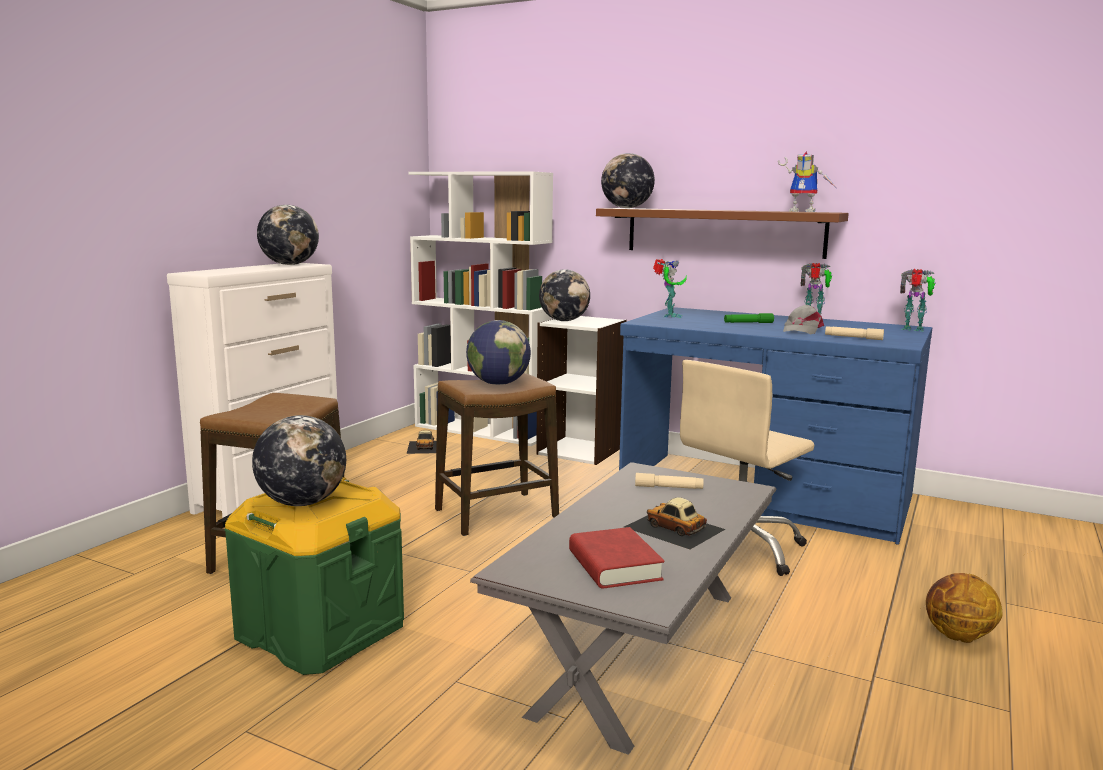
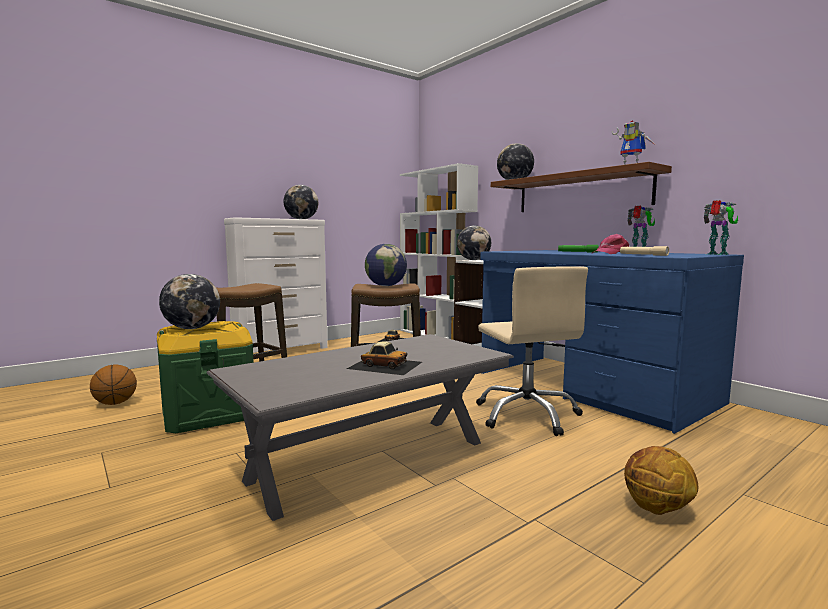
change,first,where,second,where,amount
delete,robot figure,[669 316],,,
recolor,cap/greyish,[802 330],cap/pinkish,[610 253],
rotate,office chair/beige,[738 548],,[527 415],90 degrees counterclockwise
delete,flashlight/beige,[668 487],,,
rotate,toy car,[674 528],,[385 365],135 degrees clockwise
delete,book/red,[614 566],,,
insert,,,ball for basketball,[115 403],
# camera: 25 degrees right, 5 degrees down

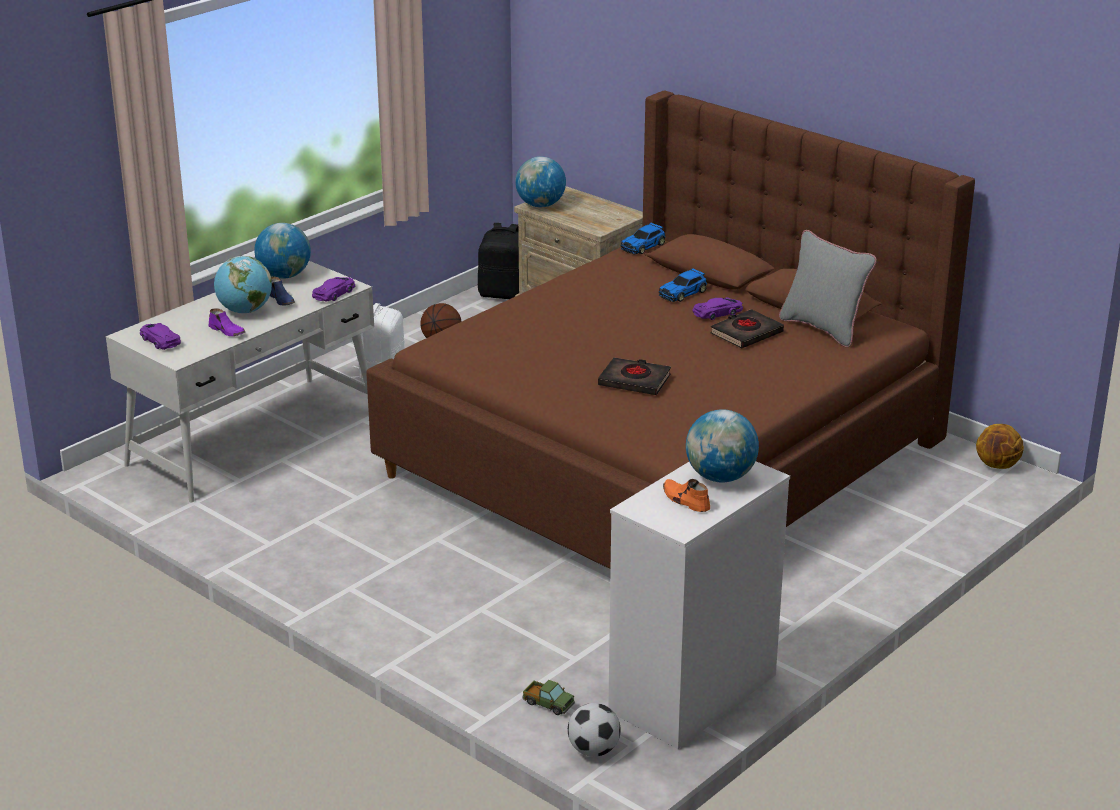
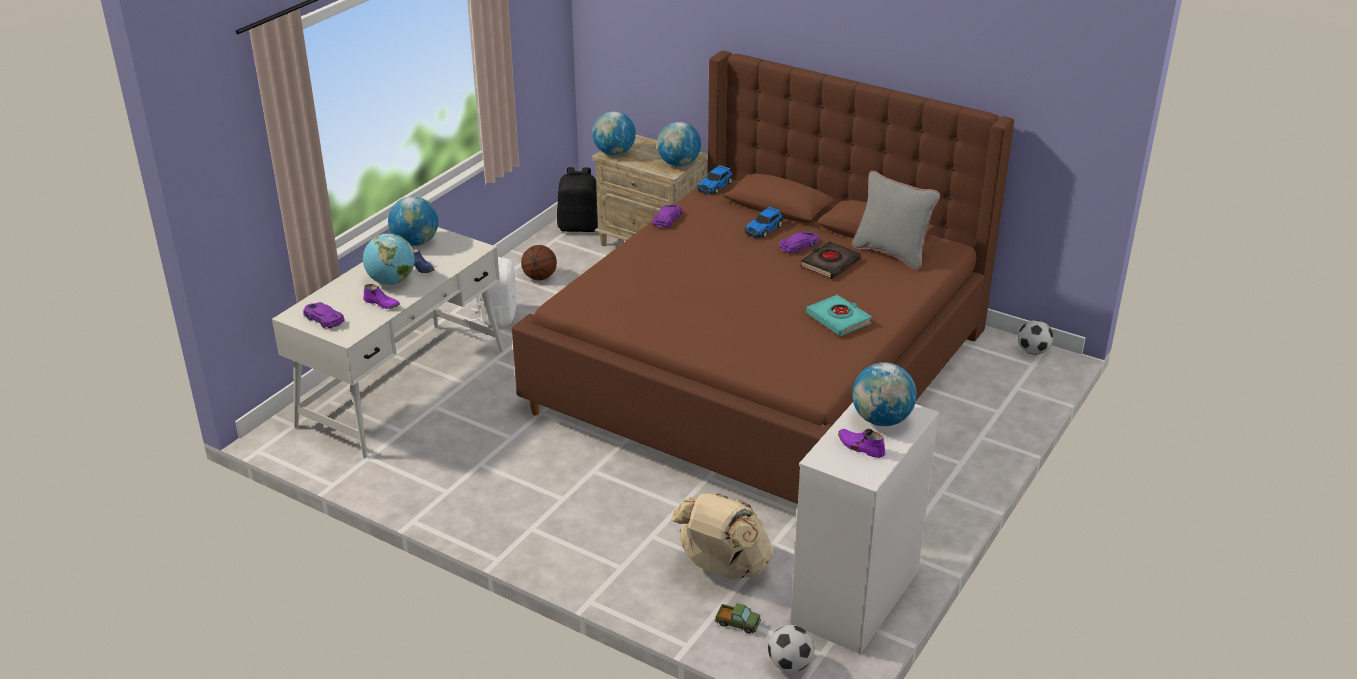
change,first,where,second,where,amount
move,toy car/purple-coloured,[334 293],,[667 219],
delete,book/black,[634 381],,,
replace,ball for basketball,[997 466],ball for football,[1033 351],
recolor,item of footwear/orange,[685 500],item of footwear/purple-coloured,[860 447],
insert,,,world globe,[678 164],
insert,,,book/turquoise,[838 319],
insert,,,knapsack/beige,[723 568],
# camera: 10 degrees left, 5 degrees up

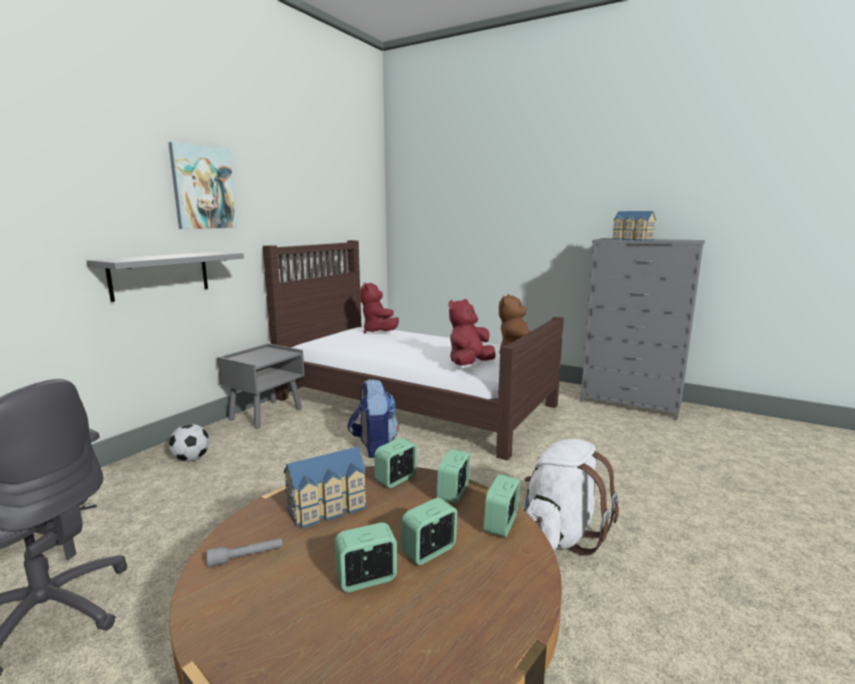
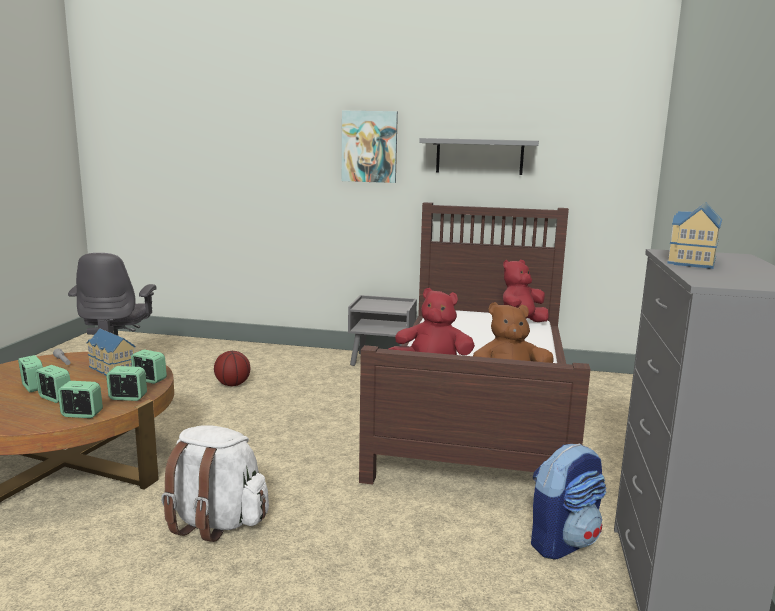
change,first,where,second,where,amount
move,bracket shelf/greyish,[160 275],,[479 156],
move,knapsack,[374 447],,[563 541],
delete,ball for football,[191 459],,,
insert,,,ball for basketball,[233 384],
# camera: 70 degrees right, 0 degrees up

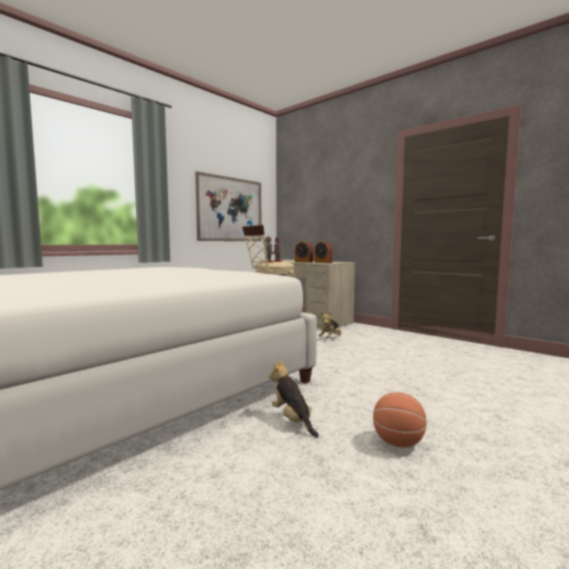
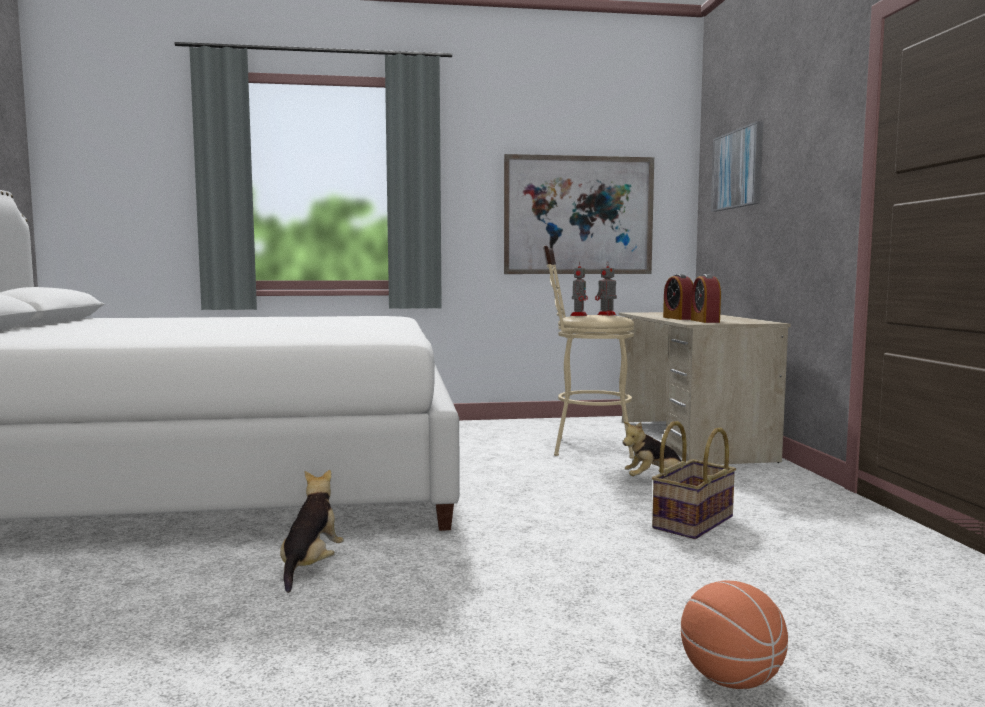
change,first,where,second,where,amount
move,ball for basketball,[398 443],,[731 680],
insert,,,wall picture,[738 169],
insert,,,basket,[692 522],
# camera: 40 degrees right, 0 degrees up

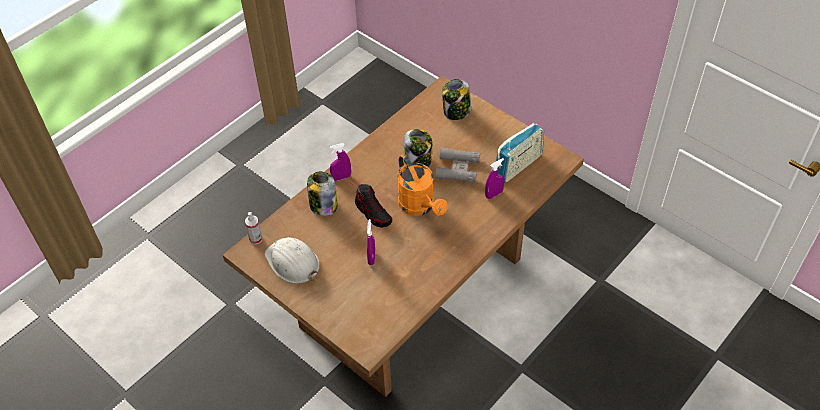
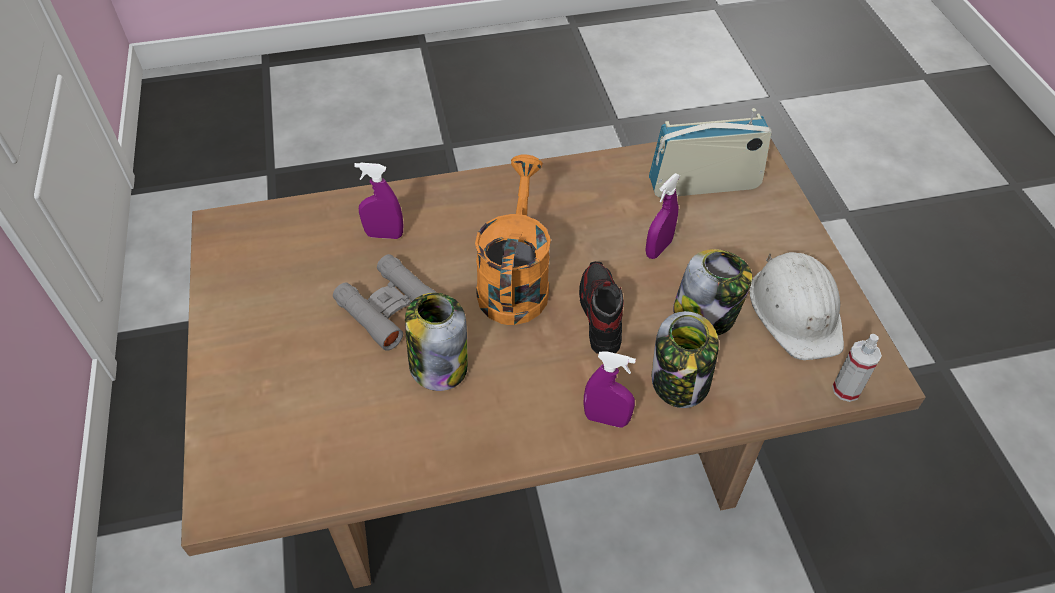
change,first,where,second,where,amount
move,jar,[456 112],,[705 315],
move,radio,[518 166],,[703 184],
# camera: 145 degrees left, 0 degrees up

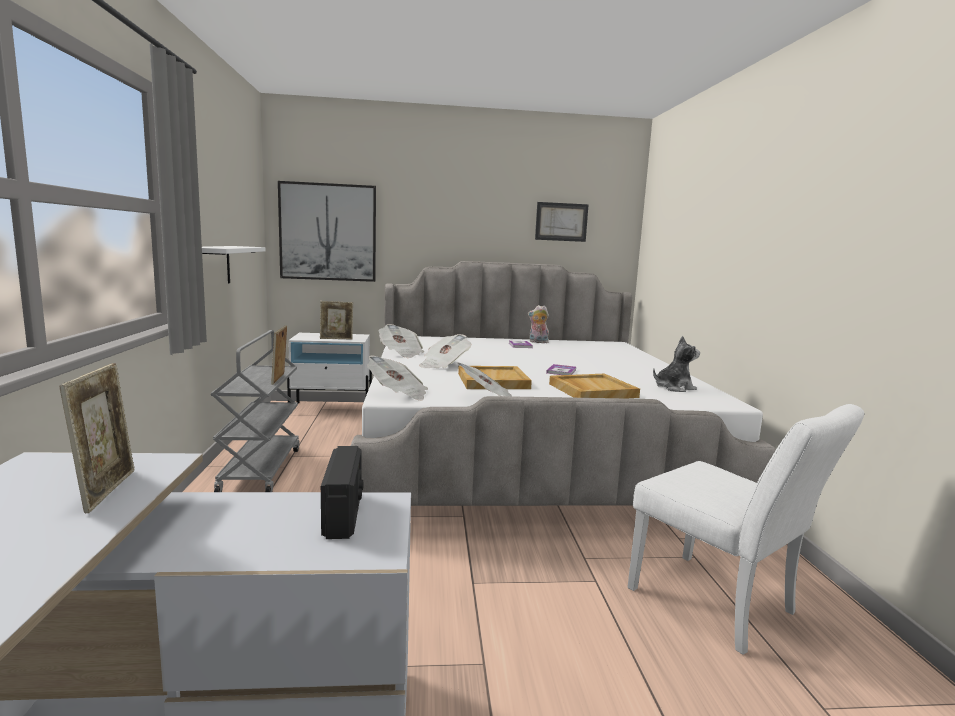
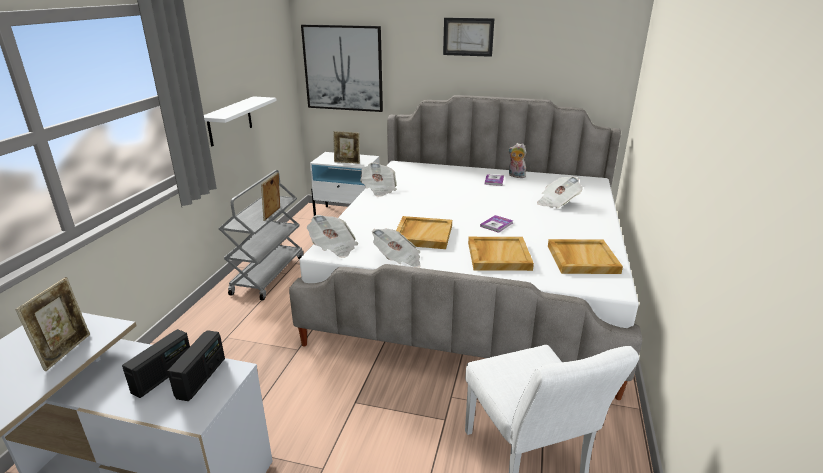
change,first,where,second,where,amount
move,wall picture,[561 222],,[468 37],
move,daily paper,[443 365],,[557 202],
replace,cuddly toy,[674 388],carrying tray/beige,[581 259],
insert,,,radio,[163 376],
# camera: 20 degrees right, 15 degrees up

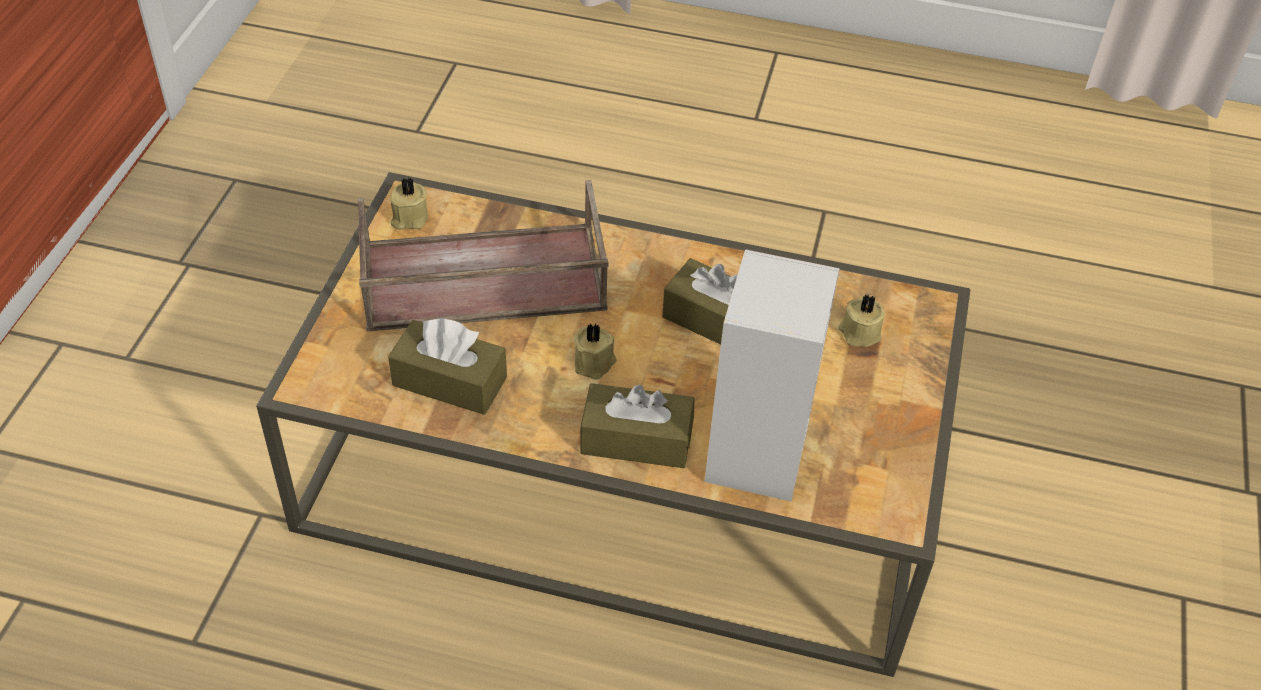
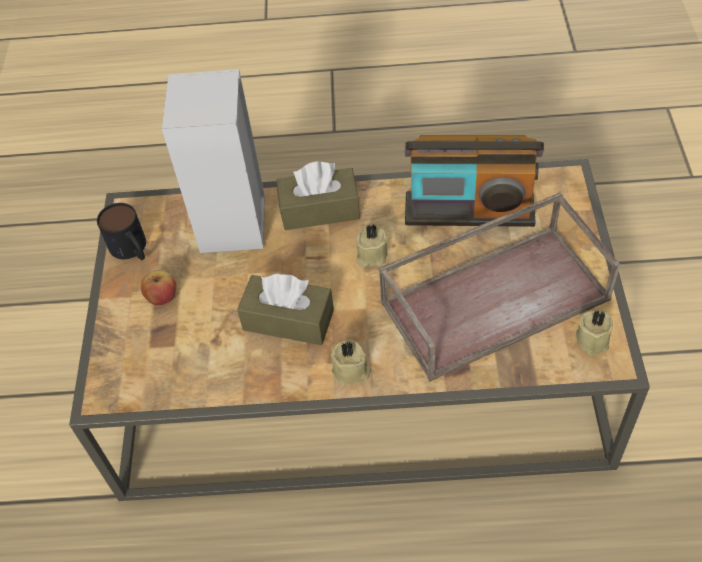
change,first,where,second,where,amount
move,wax light/beige,[859 333],,[351 372],
replace,tissue box/brownish,[449 381],radio,[469 211],
insert,,,mug,[132 250],
insert,,,whole apple,[162 297],
# camera: 170 degrees right, 5 degrees up

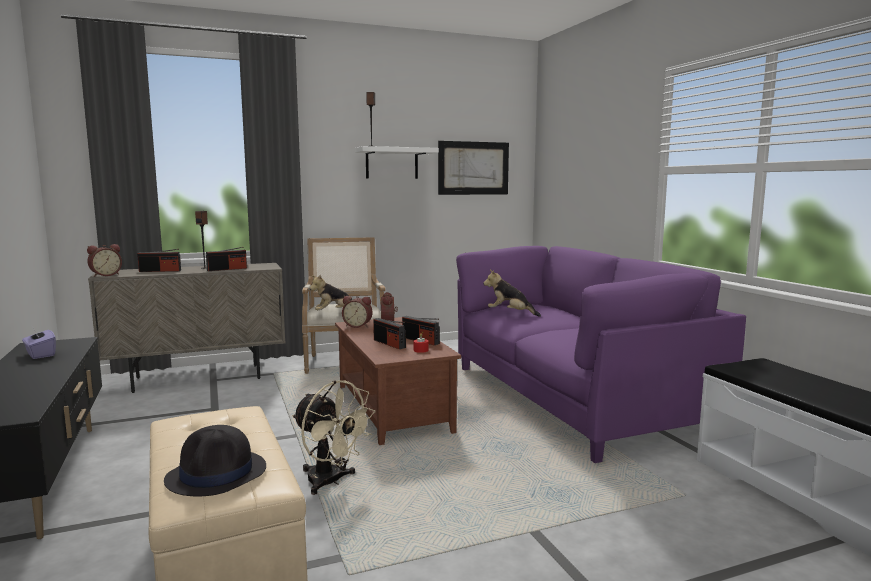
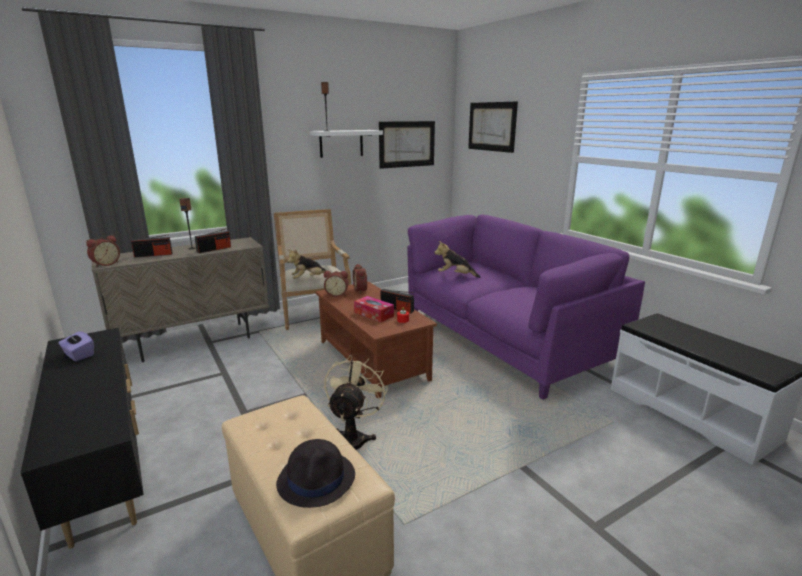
change,first,where,second,where,amount
replace,radio,[389 344],tissue box,[374 314],
rotate,cooling fan/beige,[331 482],,[354 438],105 degrees counterclockwise
insert,,,wall picture,[491 126],
# camera: 10 degrees left, 10 degrees up

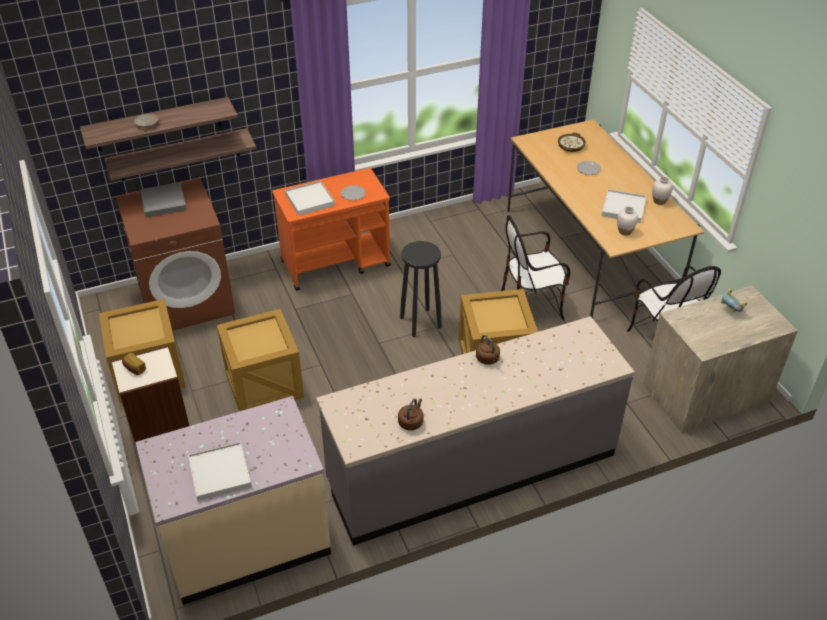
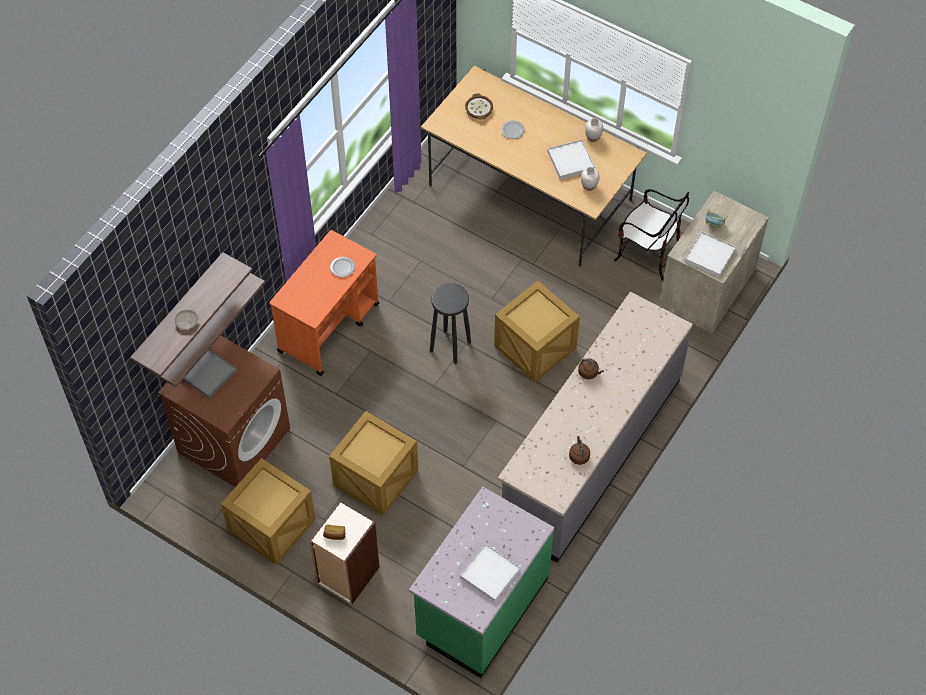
change,first,where,second,where,amount
move,carrying tray/white,[309 200],,[709 256],
delete,plain chair,[530 306],,,
recolor,counter/beige,[246 541],counter/greenish,[481 607],
# camera: 35 degrees left, 15 degrees up

